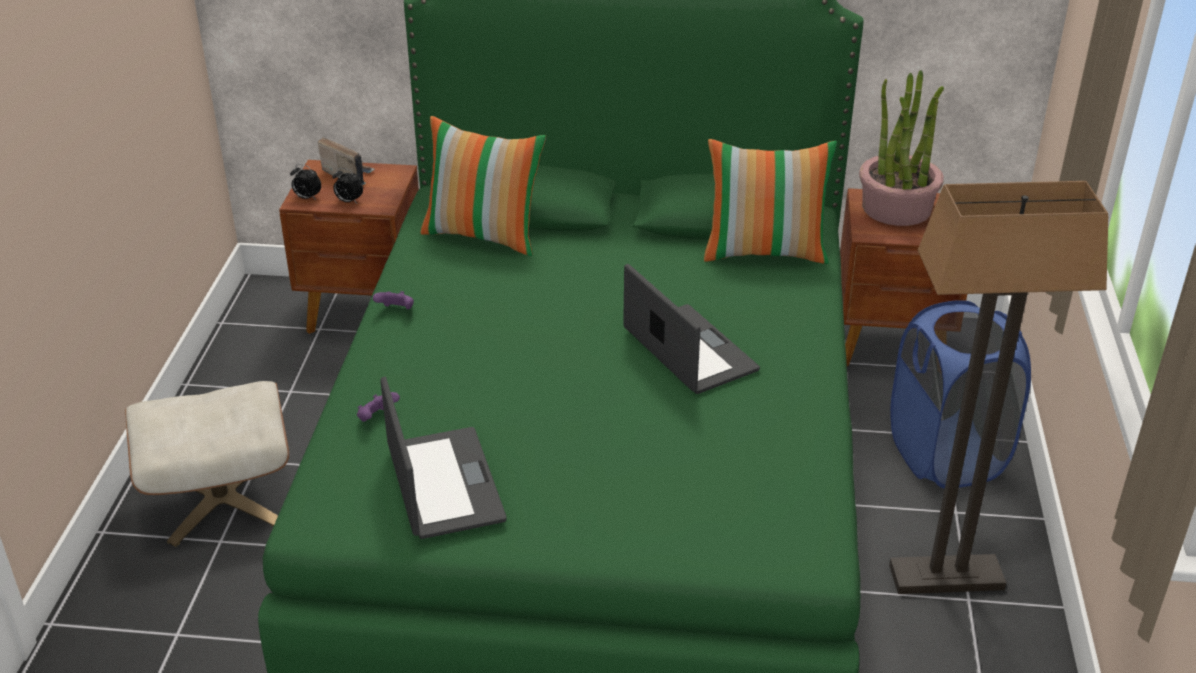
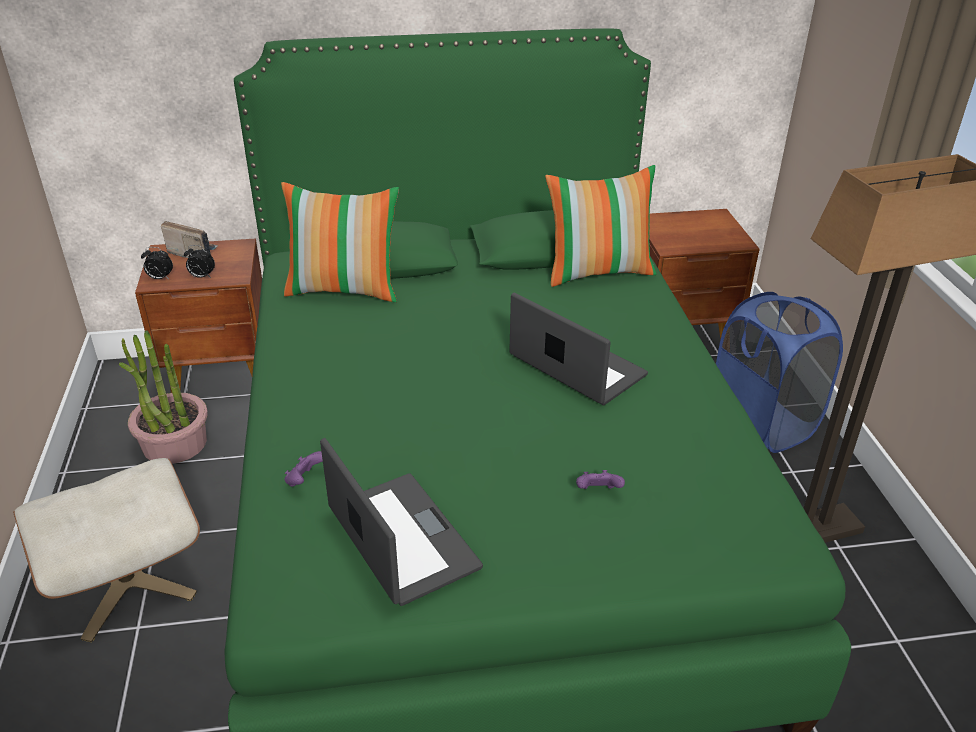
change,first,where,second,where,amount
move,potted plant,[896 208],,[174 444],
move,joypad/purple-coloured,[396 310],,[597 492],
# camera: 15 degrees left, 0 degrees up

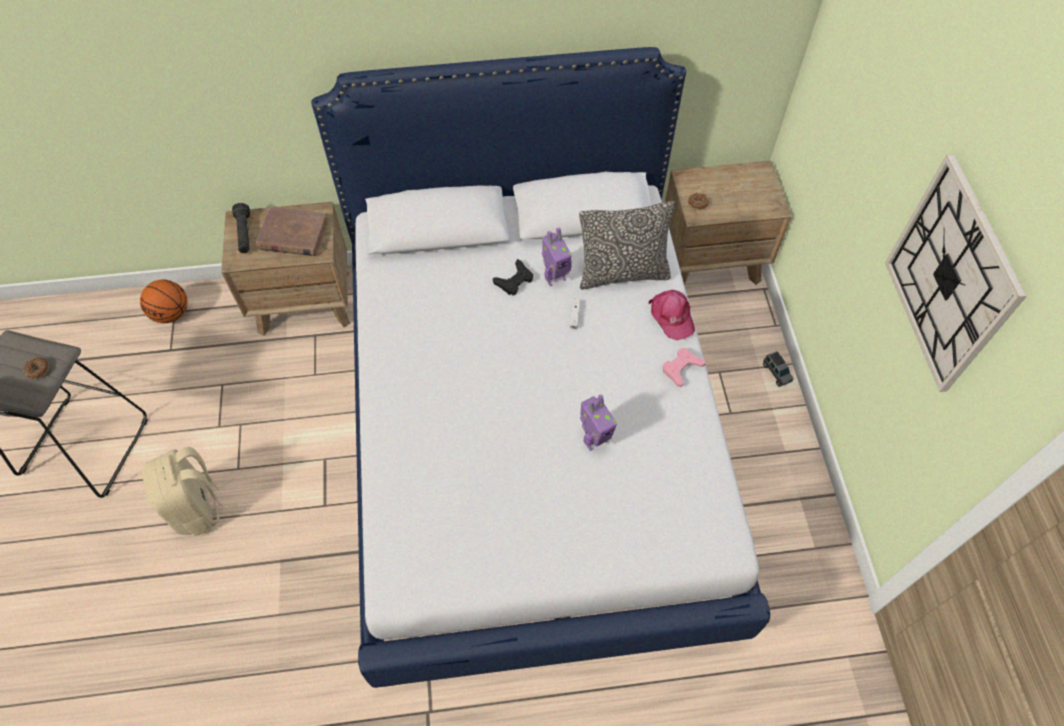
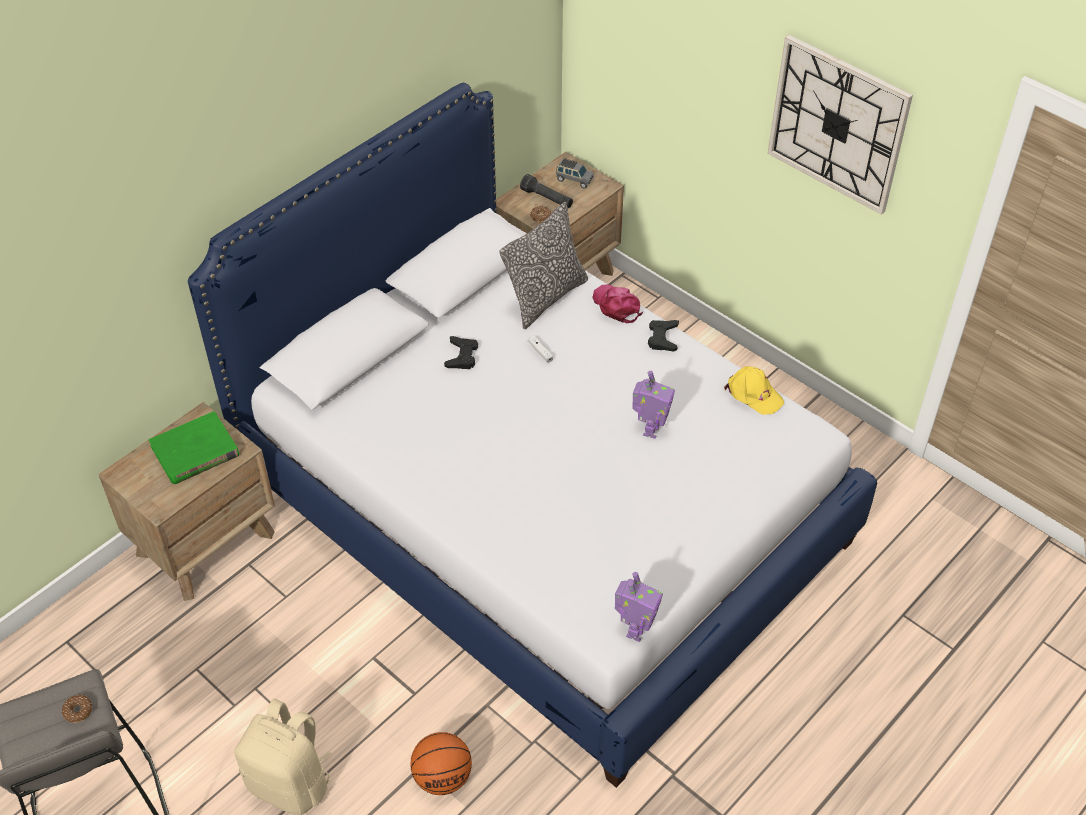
change,first,where,second,where,amount
move,flashlight/black,[244 234],,[547 199],
recolor,book/brownish,[293 235],book/greenish,[195 451],
move,robot figure,[554 278],,[635 629],
move,ball for basketball,[171 313],,[442 777],
rotate,cap/pinkish,[671 316],,[617 306],150 degrees counterclockwise
recolor,joypad/pinkish,[681 368],joypad/black,[662 338],
move,toy car/greyish,[776 372],,[574 180],
insert,,,cap/yellow-coloured,[753 394],
# camera: 40 degrees left, 10 degrees down

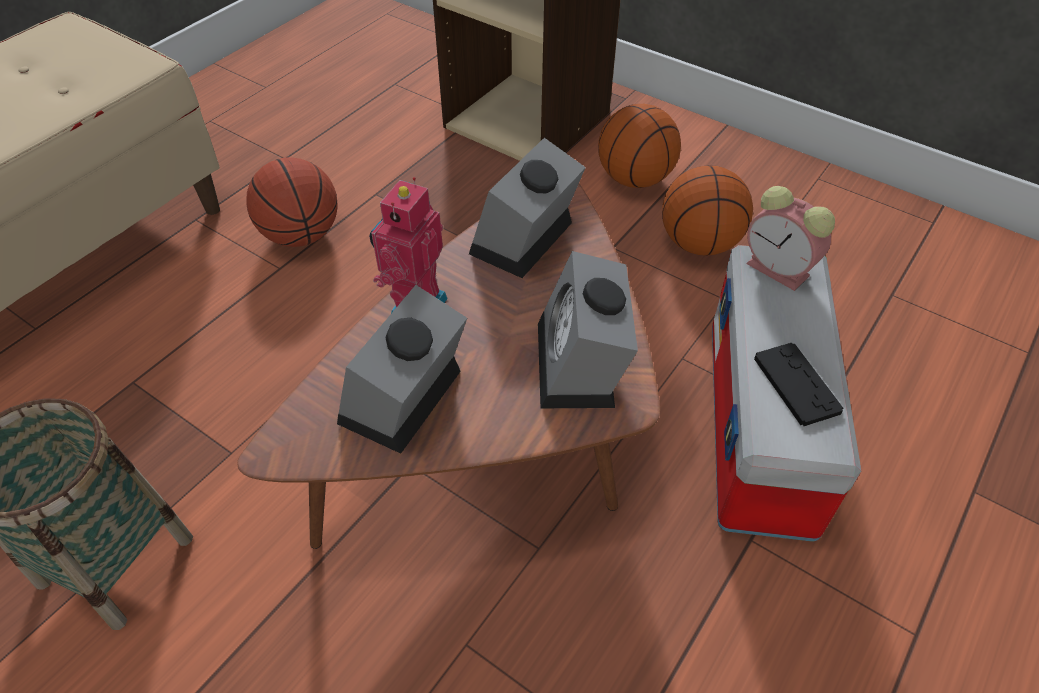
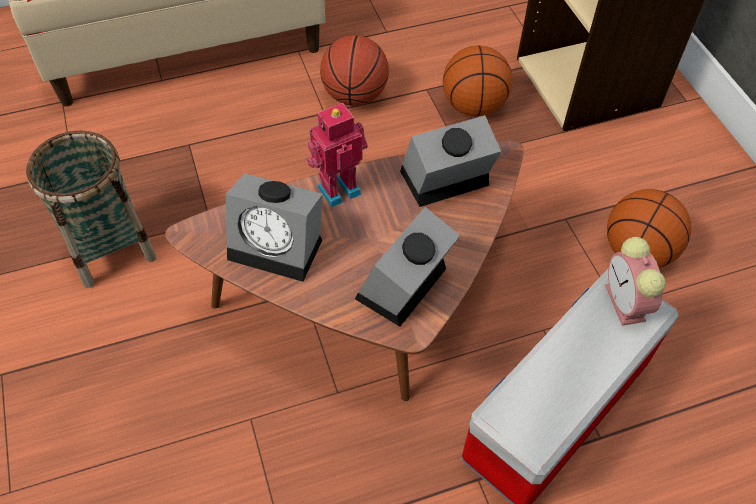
change,first,where,second,where,amount
move,ball for basketball,[635 179],,[473 106],
rotate,alarm clock,[404 402],,[279 246],135 degrees counterclockwise
delete,joypad/black,[796 385],,,
# camera: 35 degrees right, 5 degrees up

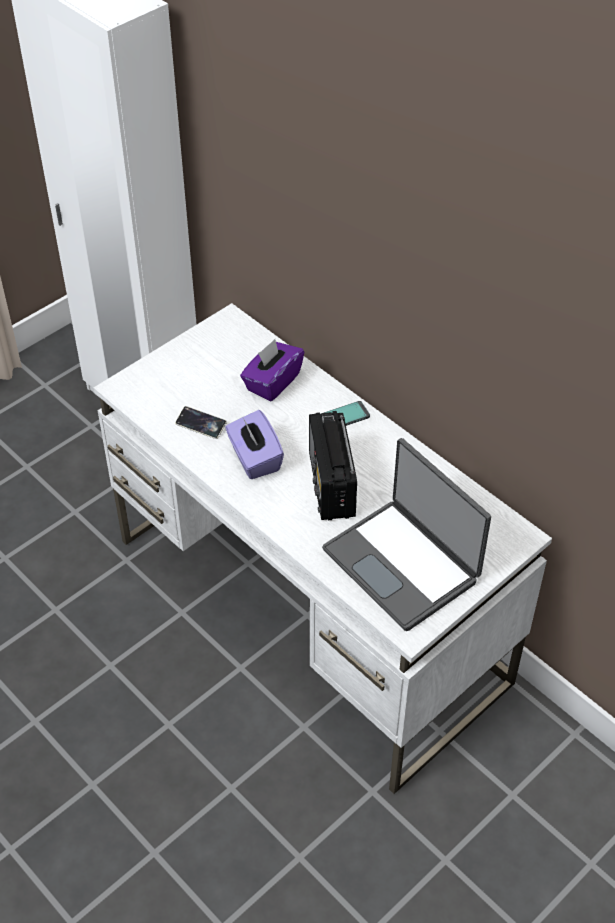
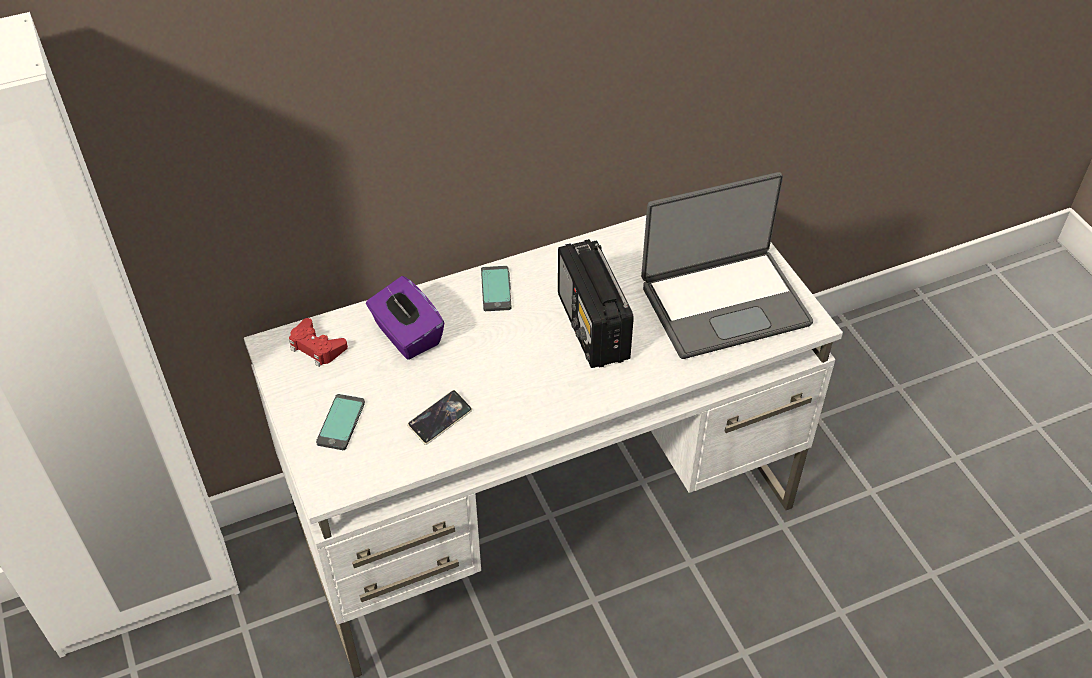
change,first,where,second,where,amount
delete,tissue box/purple-coloured,[254 459],,,
rotate,radio,[331 486],,[593 328],60 degrees clockwise
insert,,,joypad/red,[317 347],
insert,,,phone,[341 423],
# camera: 70 degrees left, 0 degrees up

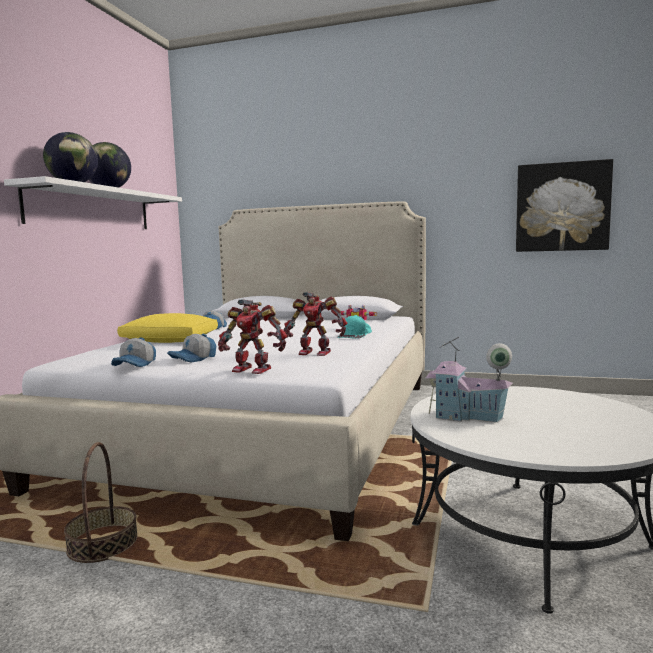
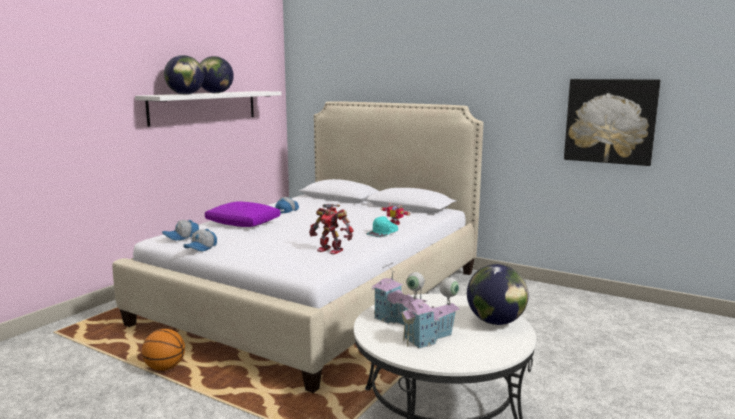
change,first,where,second,where,amount
delete,robot figure,[253 369],,,
recolor,pillow/yellow-coloured,[171 341],pillow/purple-coloured,[243 224],
move,cap,[194 359],,[181 237],
replace,basket,[102 543],ball for basketball,[165 368],
insert,,,world globe,[496 322],
insert,,,miniature house,[429 338],
# camera: 15 degrees right, 5 degrees up

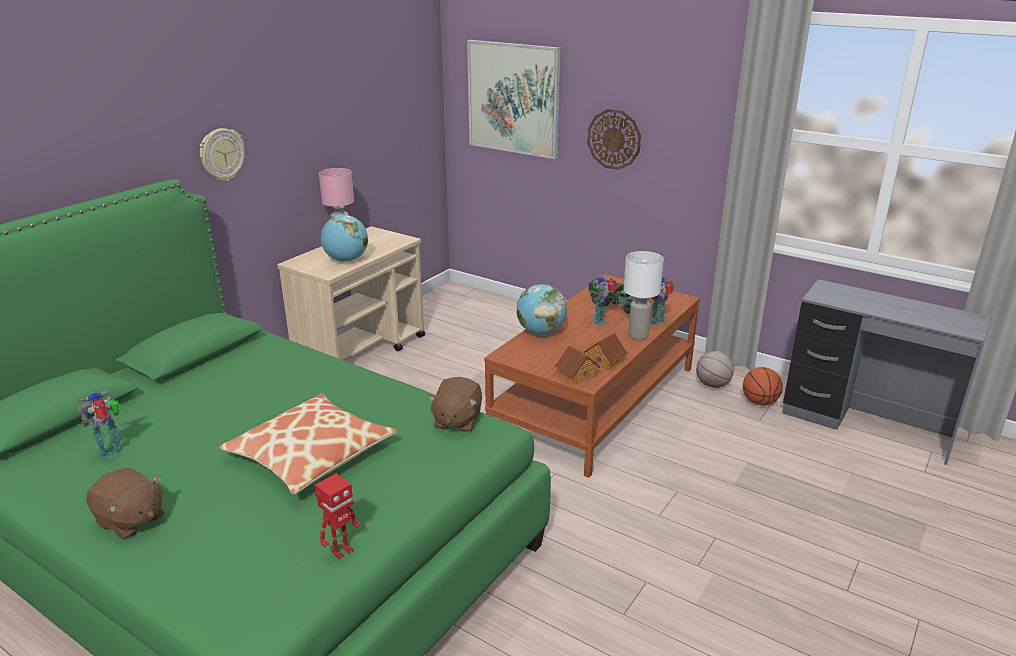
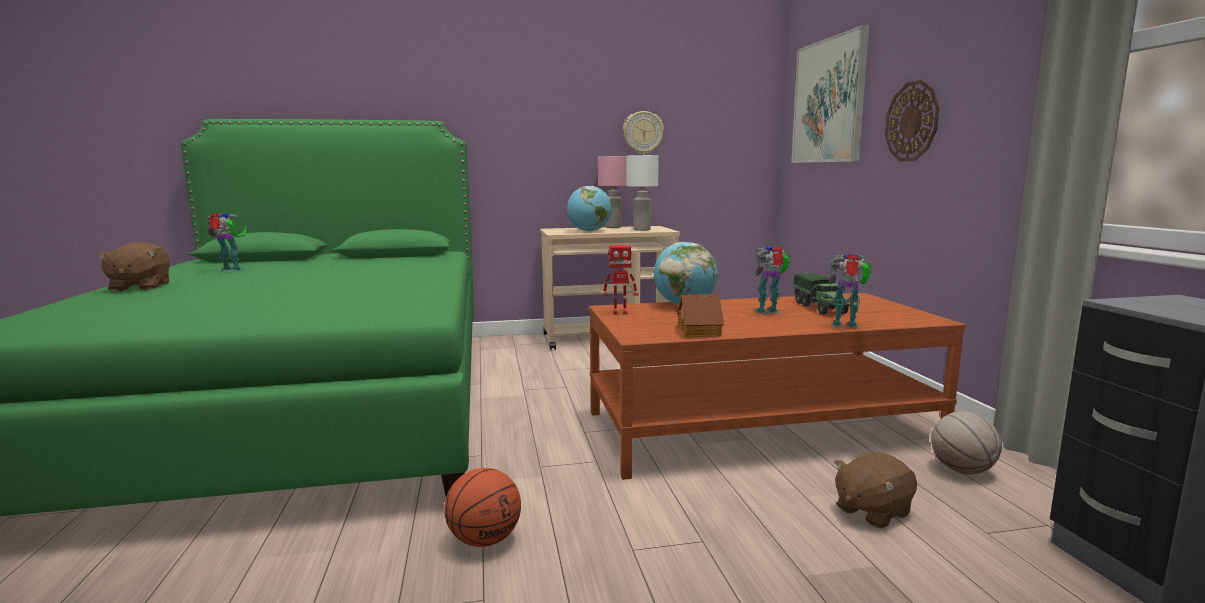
change,first,where,second,where,amount
move,clock on the wall,[221 154],,[643 133],
move,lamp for a table/white,[638 335],,[642 230],
delete,miniature house,[577 374],,,
move,ball for basketball,[759 402],,[484 540],
move,cuddly toy/brownish,[457 421],,[871 511],
delete,pillow,[311 455],,,
move,robot figure,[341 551],,[620 313],
# camera: 45 degrees right, 15 degrees down

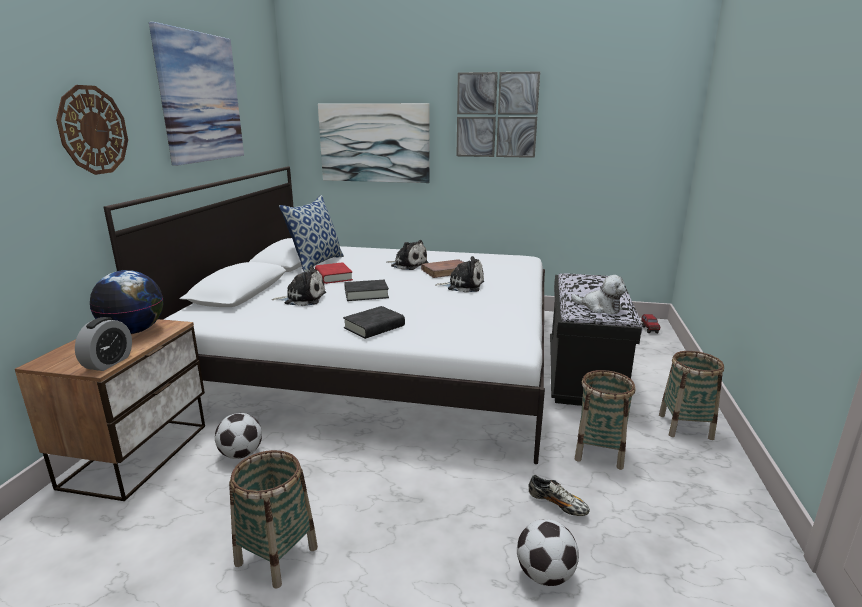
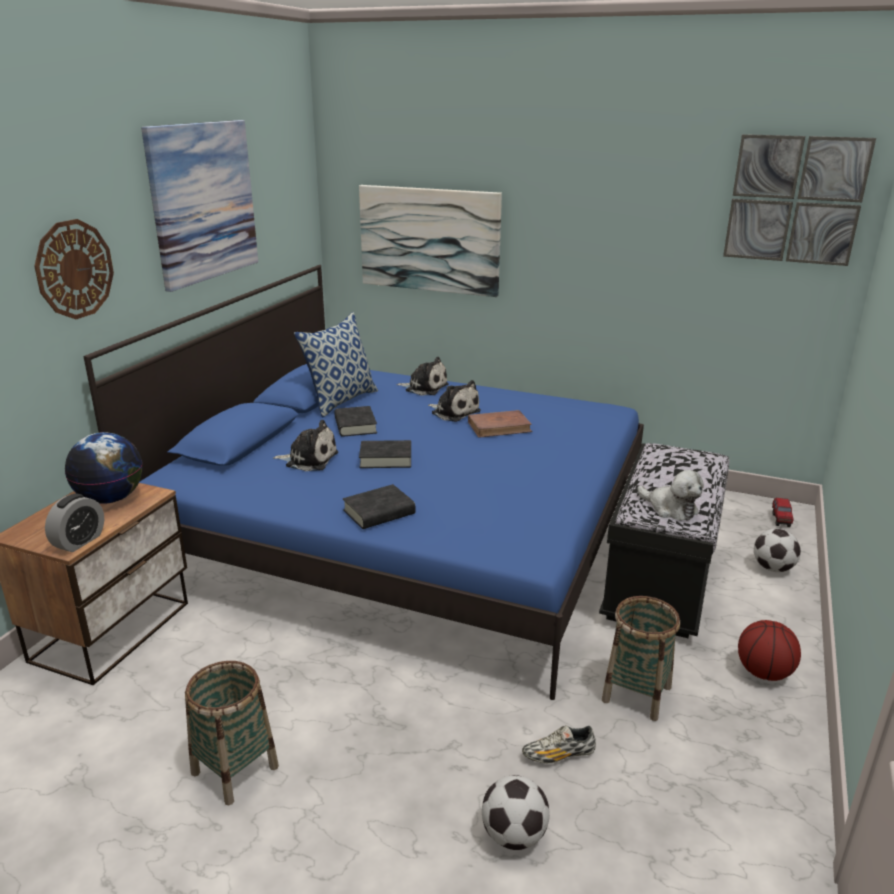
change,first,where,second,where,amount
move,wall picture,[497 115],,[795 200],
recolor,bed/white,[382 356],bed/blue-coloured,[410 528],
move,cuddly toy,[463 286],,[424 388],
recolor,book/red,[333 277],book/black,[355 426],
replace,basket,[685 426],ball for basketball,[764 673],
move,ball for football,[241 454],,[772 568],
rotate,item of footwear,[557 505],,[558 755],120 degrees clockwise
# camera: 10 degrees right, 5 degrees up

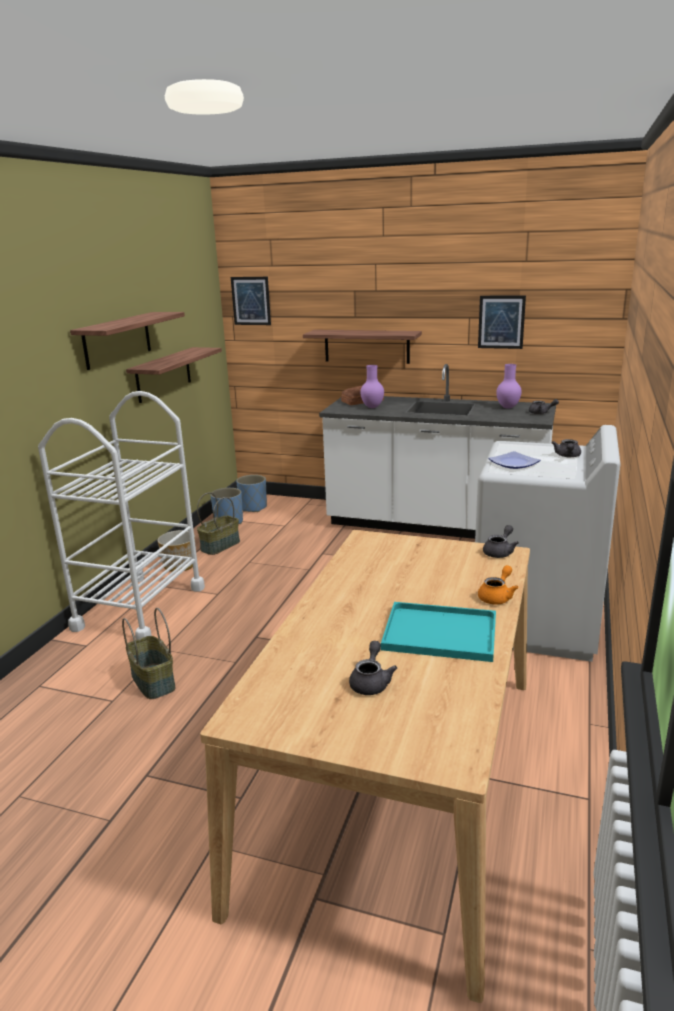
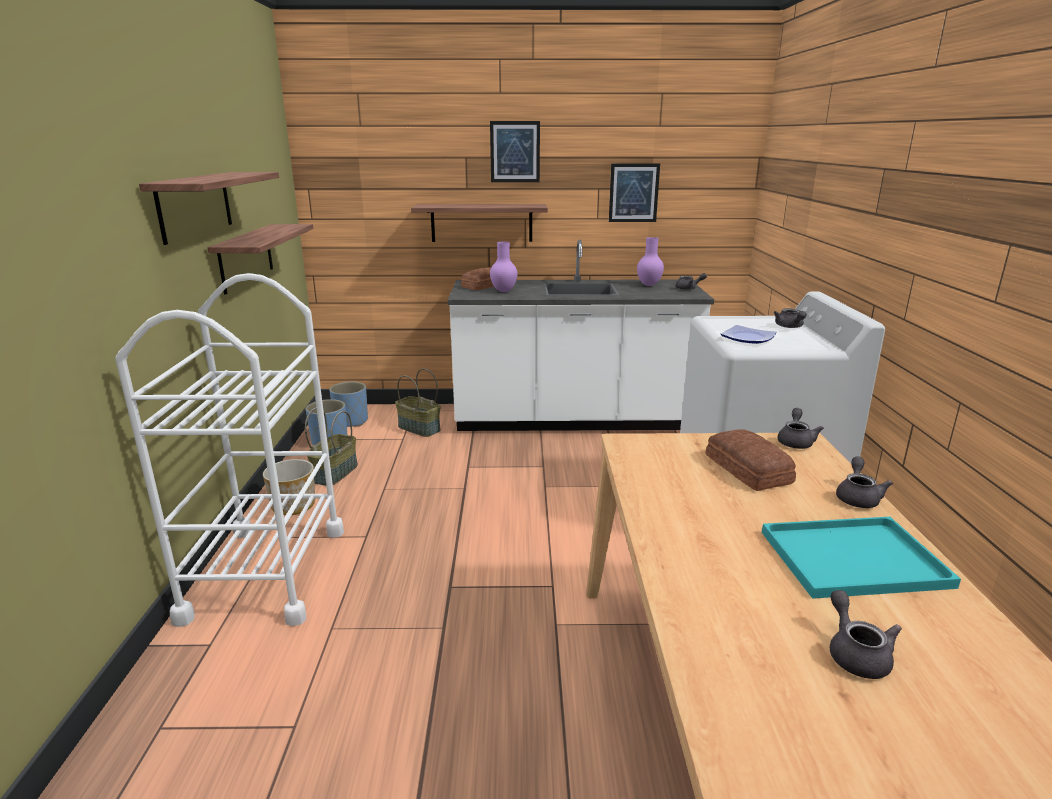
change,first,where,second,where,amount
move,wall picture,[251 301],,[515 152],
recolor,tea pot/orange,[497 596],tea pot/greyish,[857 497],
move,basket,[152 681],,[418 428],
insert,,,bread,[747 470],
# camera: 20 degrees left, 0 degrees up

